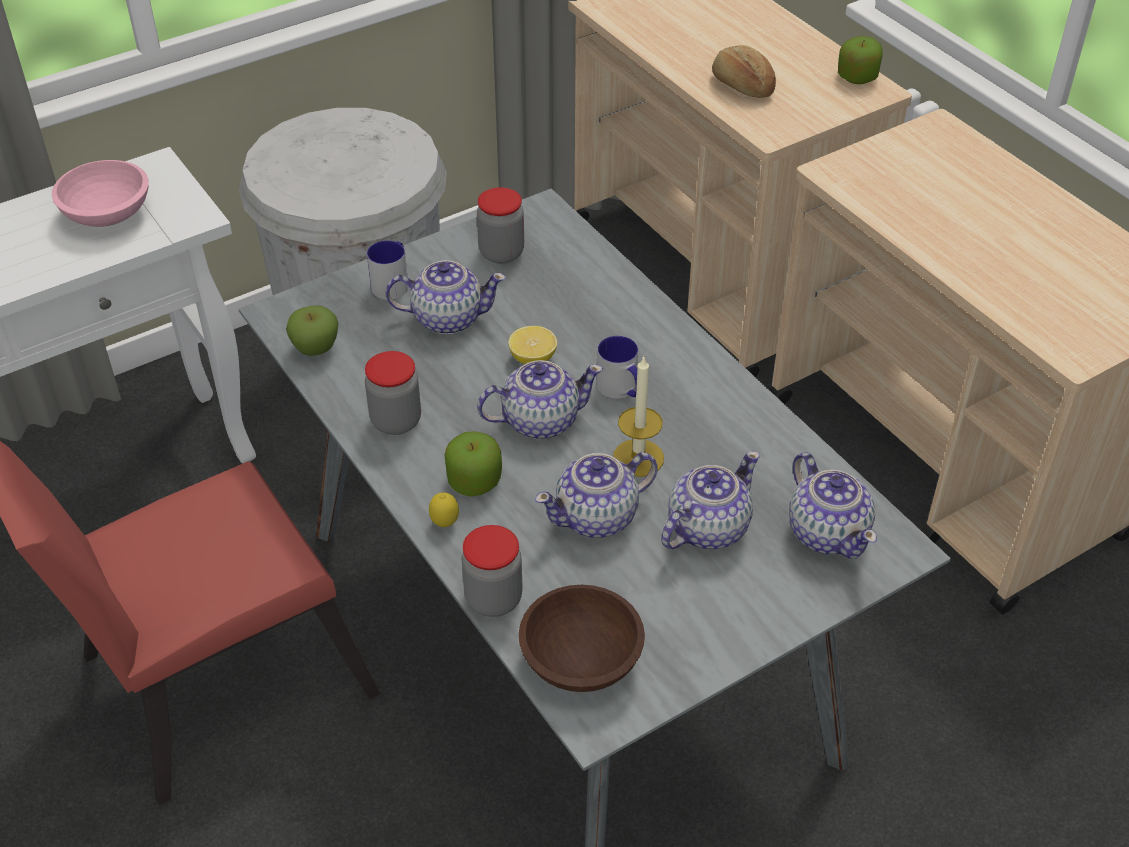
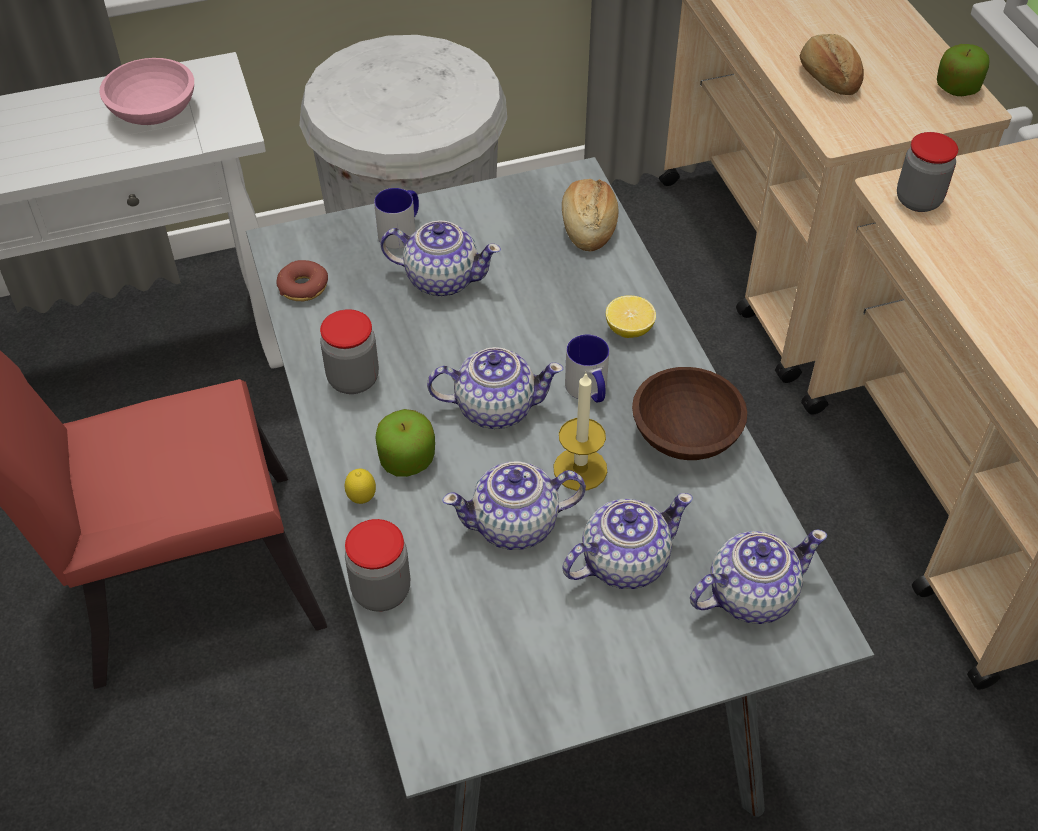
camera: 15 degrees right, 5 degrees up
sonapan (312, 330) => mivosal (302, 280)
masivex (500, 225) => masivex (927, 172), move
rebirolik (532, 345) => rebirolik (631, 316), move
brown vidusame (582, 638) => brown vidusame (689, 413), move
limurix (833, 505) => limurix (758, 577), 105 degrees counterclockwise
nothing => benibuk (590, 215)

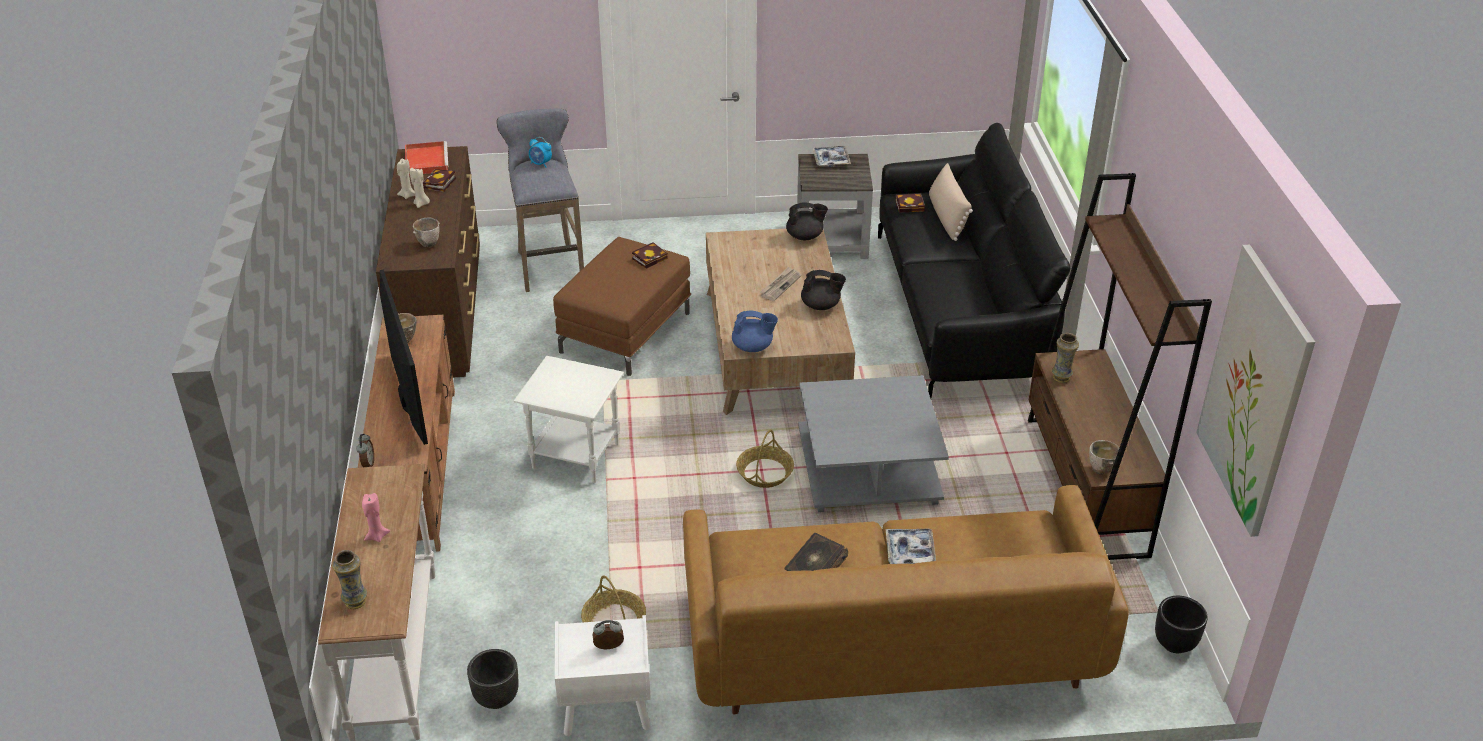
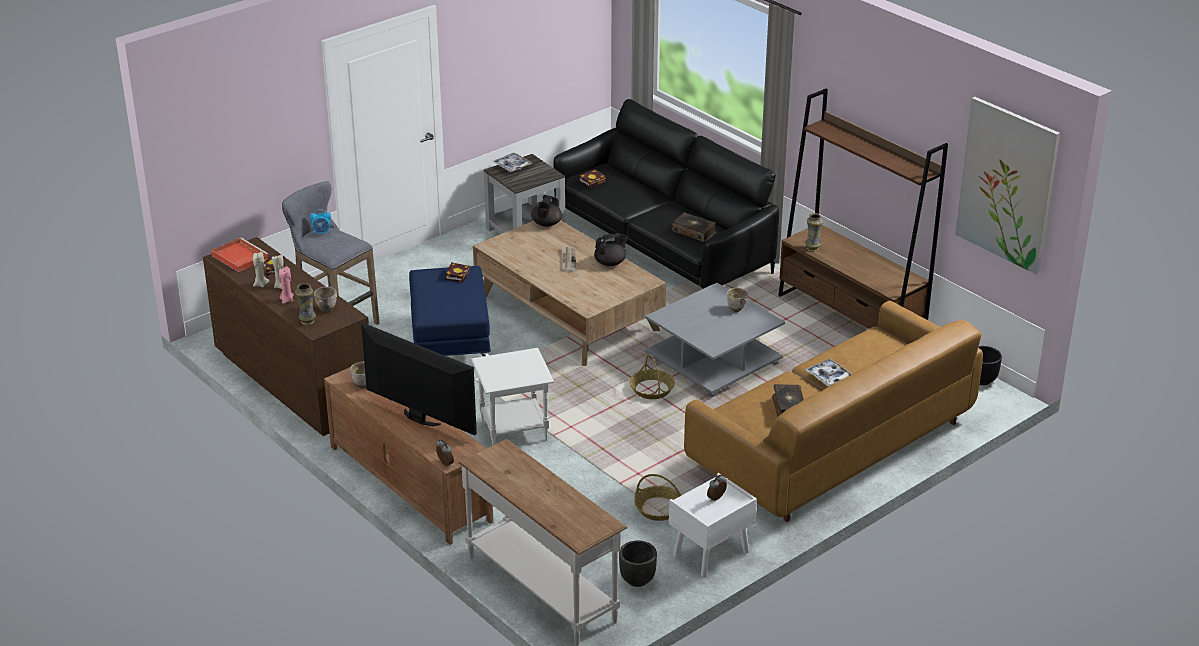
camera: 35 degrees left, 5 degrees down
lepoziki (349, 579) => lepoziki (305, 304), move
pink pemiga (376, 517) => pink pemiga (286, 285), move
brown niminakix (622, 306) => blue niminakix (450, 311)
blue limurix (755, 331) => nothing
black limurix (807, 221) => black limurix (546, 211), 150 degrees clockwise
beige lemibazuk (951, 202) => nothing
vidusame (1104, 457) => vidusame (737, 300), move
nothing => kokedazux (693, 227)

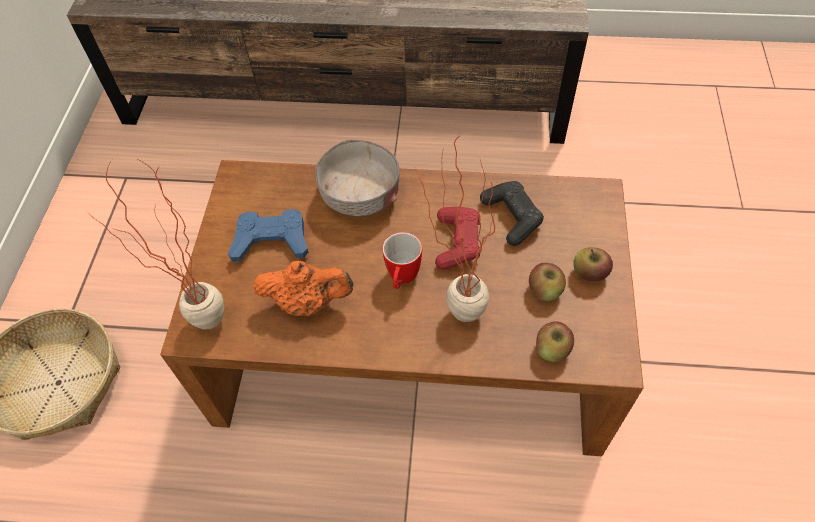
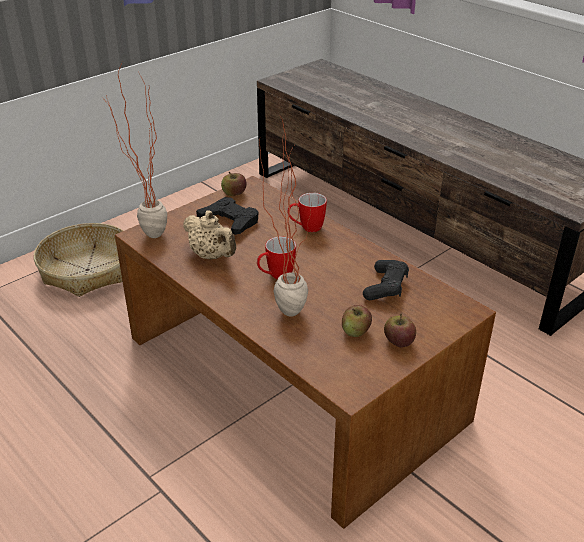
camera: 40 degrees right, 20 degrees down
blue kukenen (268, 235) => black kukenen (227, 216)
orange limurix (303, 288) => beige limurix (209, 235)
grey vidusame (357, 178) => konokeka (307, 212)
red kukenen (458, 238) => nothing
sonapan (555, 341) => sonapan (234, 184), move

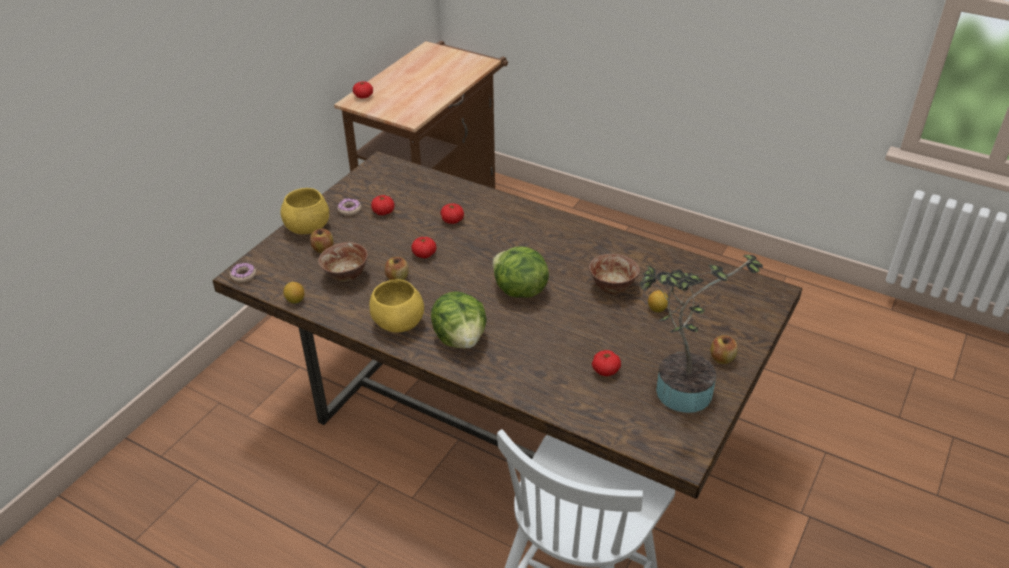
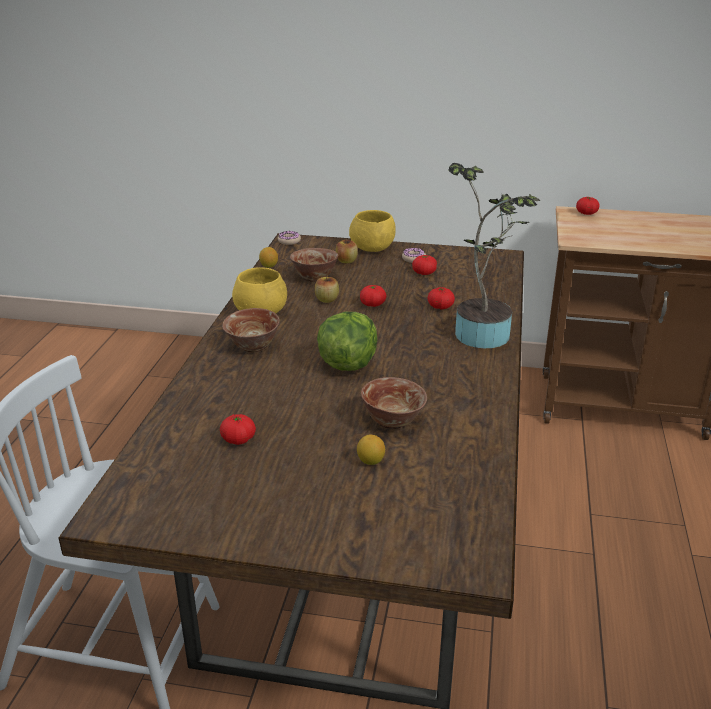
camera: 70 degrees right, 10 degrees down
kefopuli (459, 320) => vidusame (251, 330)
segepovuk (701, 334) => segepovuk (494, 255), move
sonapan (724, 349) => nothing

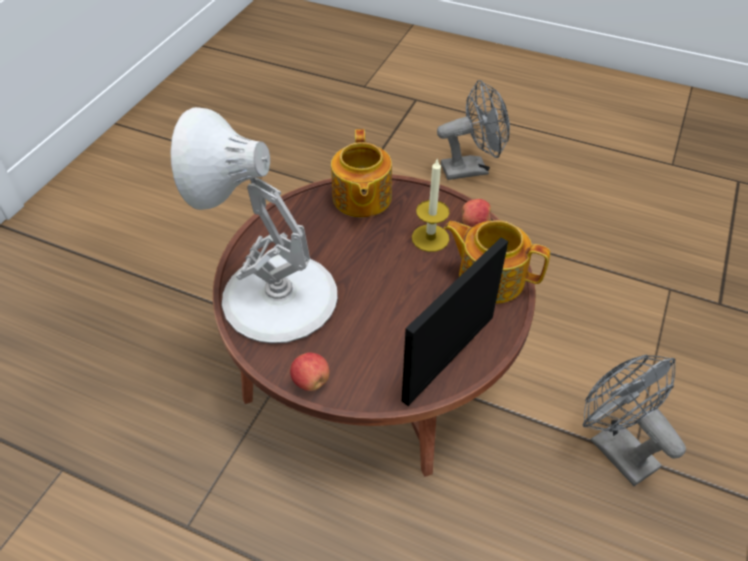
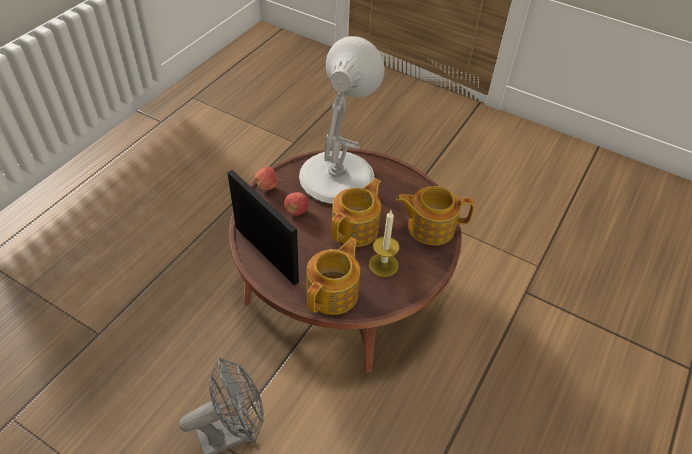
camera: 95 degrees right, 0 degrees up
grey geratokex (473, 130) => nothing
sonapan (476, 213) => sonapan (296, 204), move
nothing => limurix (356, 212)

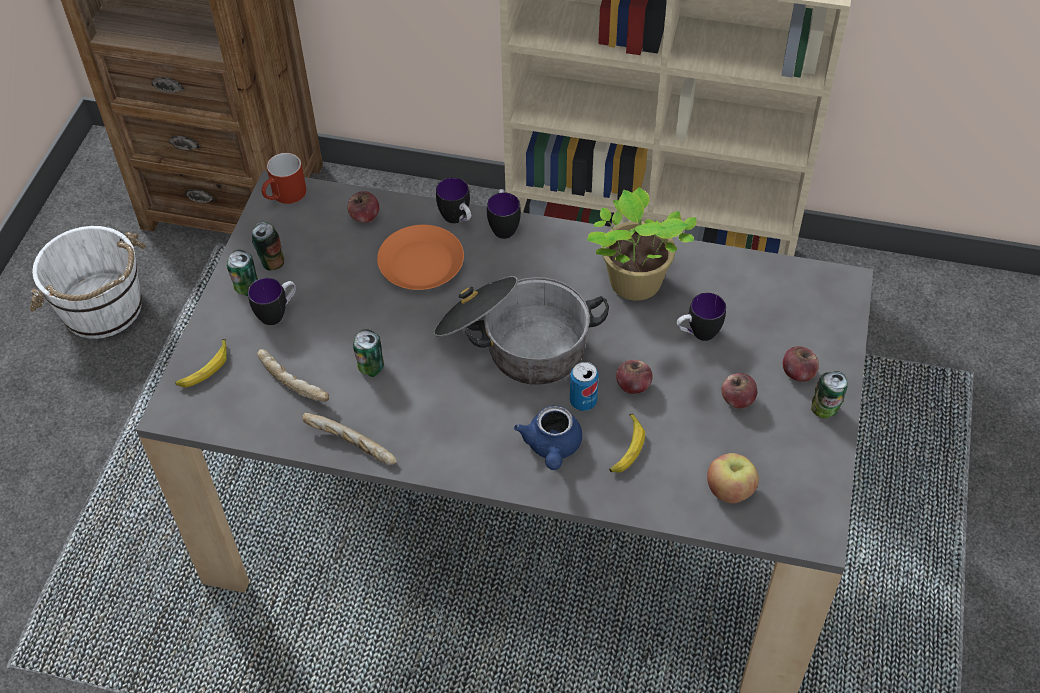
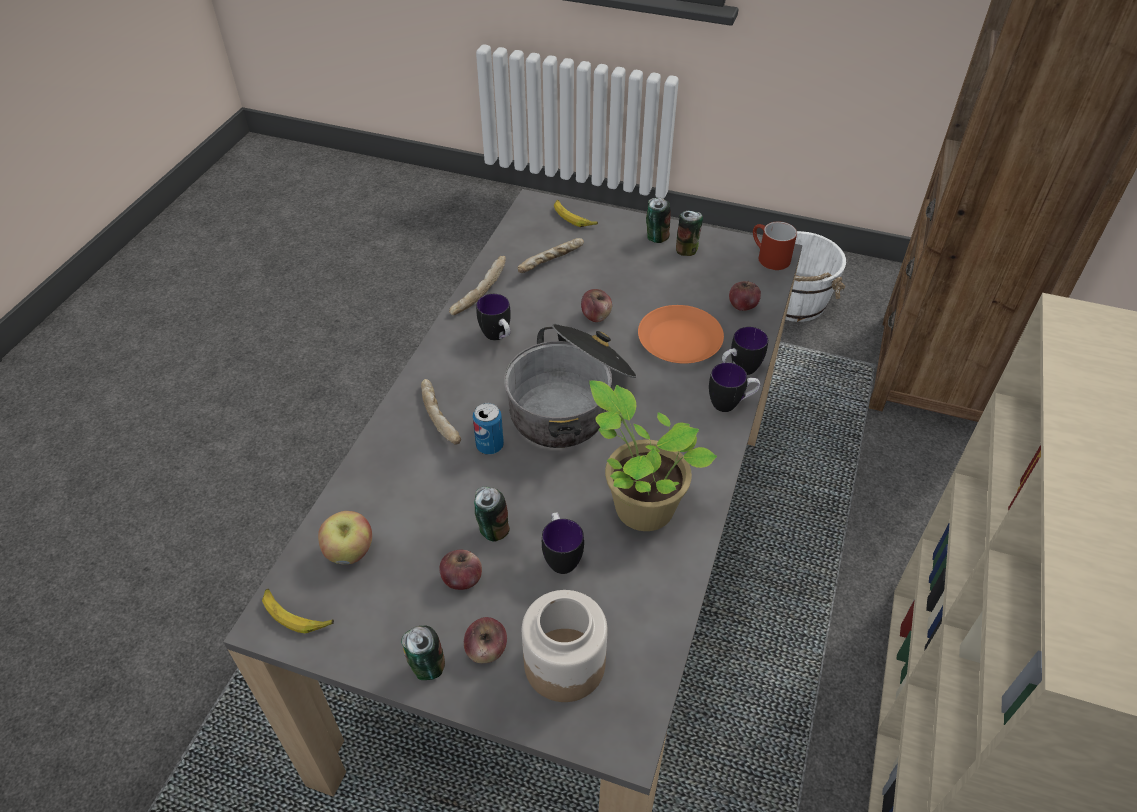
camera: 95 degrees right, 5 degrees down
konokeka (272, 301) => konokeka (493, 317), move
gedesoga (368, 353) => gedesoga (492, 514), move
blue limurix (548, 438) => benibuk (441, 412)
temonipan (627, 443) => temonipan (298, 611), move
sonapan (634, 377) => sonapan (596, 305), move
nothing => masivex (565, 646)

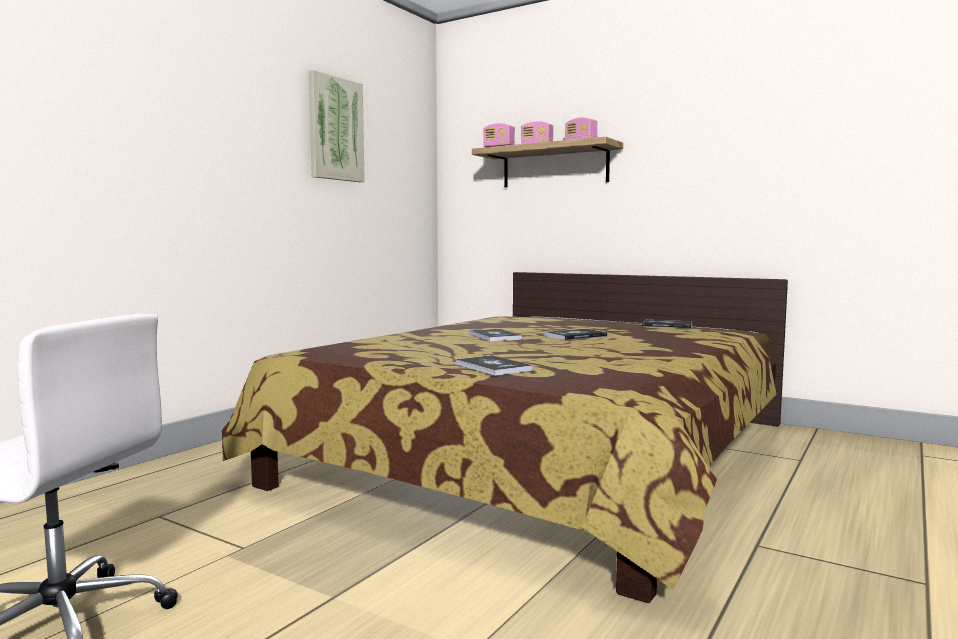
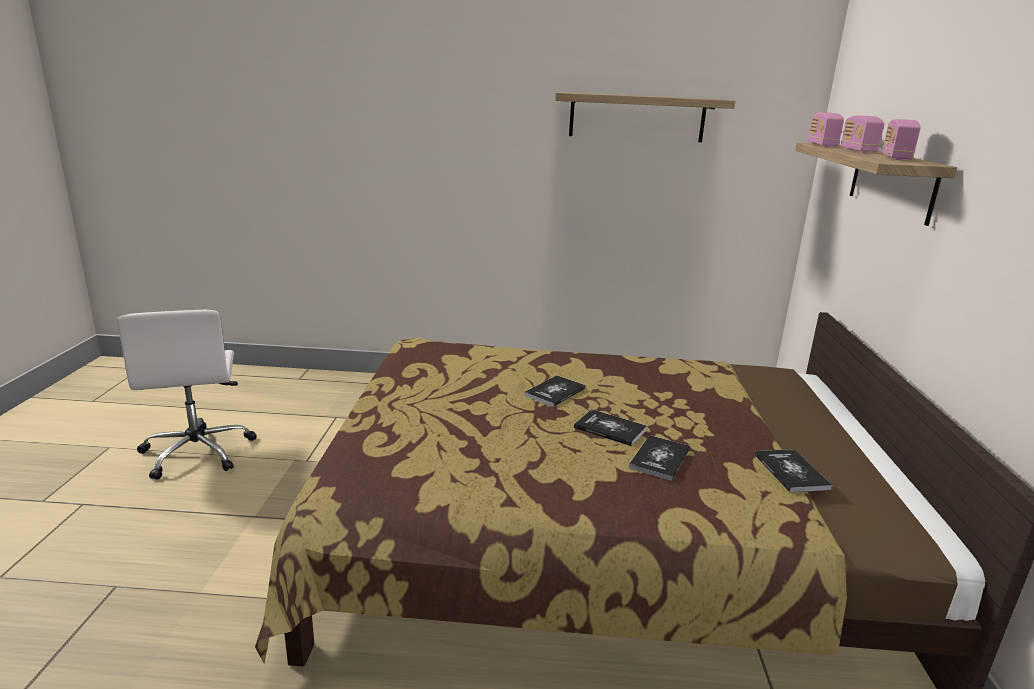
camera: 60 degrees right, 15 degrees up
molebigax (337, 126) => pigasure (645, 117)
kokedazux (494, 365) => kokedazux (659, 458), move

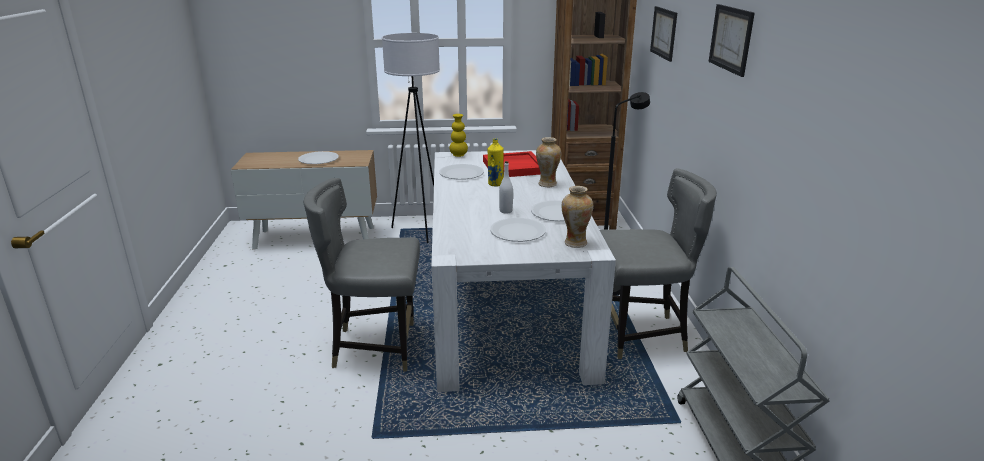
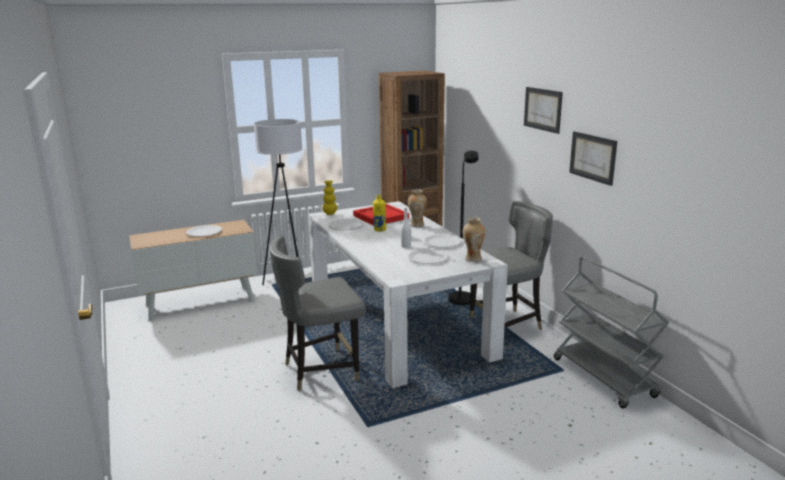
camera: 20 degrees left, 5 degrees down
molebigax (663, 34) => molebigax (593, 158), move

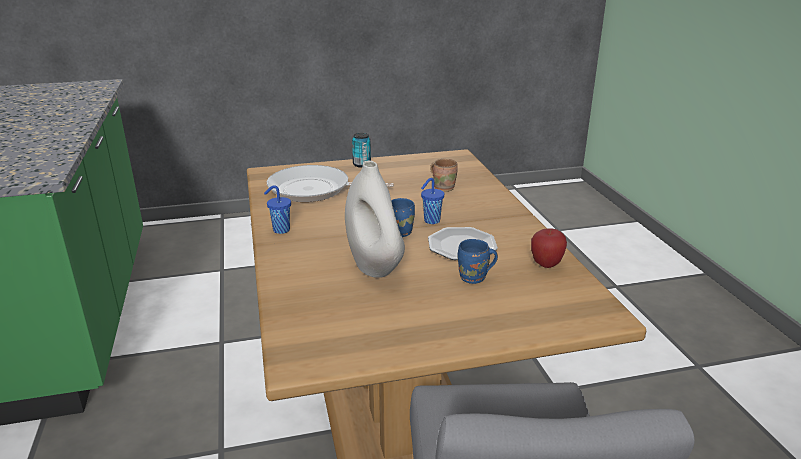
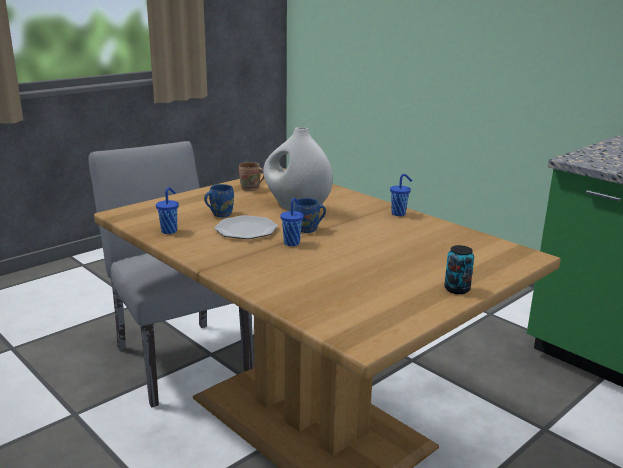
camera: 150 degrees right, 5 degrees down
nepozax (330, 183) => nothing
brown konokeka (444, 175) => brown konokeka (251, 176), move
sonapan (549, 248) => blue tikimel (167, 210)

